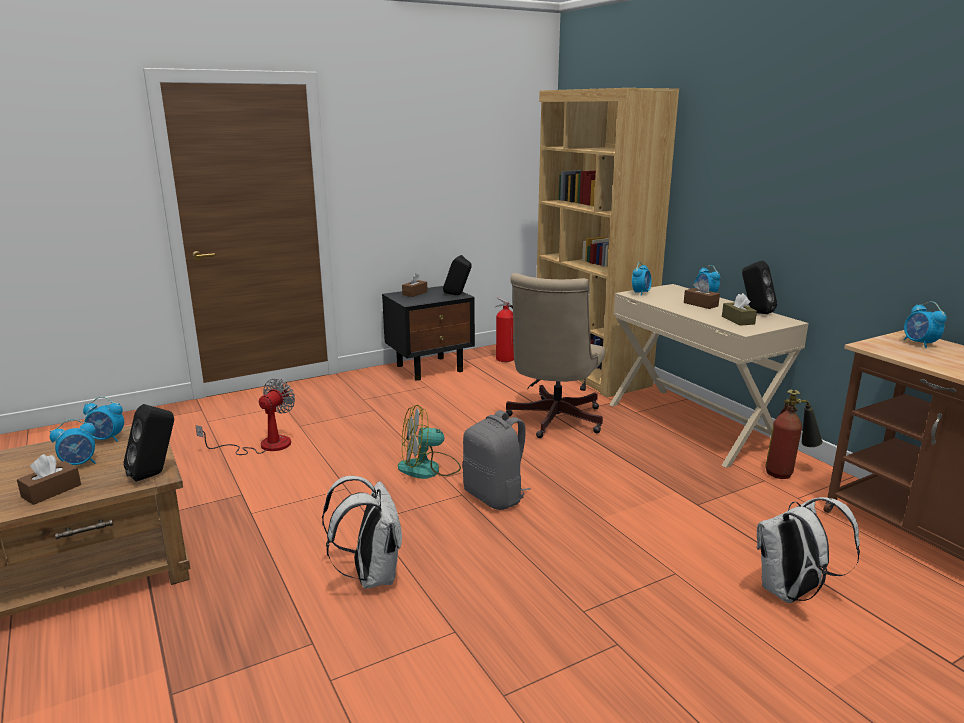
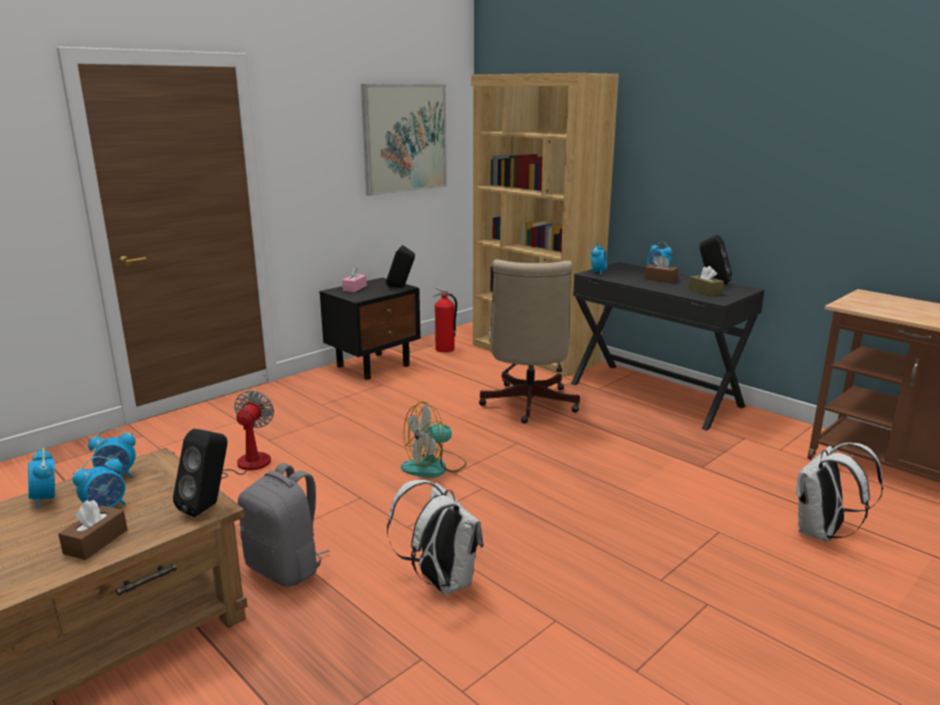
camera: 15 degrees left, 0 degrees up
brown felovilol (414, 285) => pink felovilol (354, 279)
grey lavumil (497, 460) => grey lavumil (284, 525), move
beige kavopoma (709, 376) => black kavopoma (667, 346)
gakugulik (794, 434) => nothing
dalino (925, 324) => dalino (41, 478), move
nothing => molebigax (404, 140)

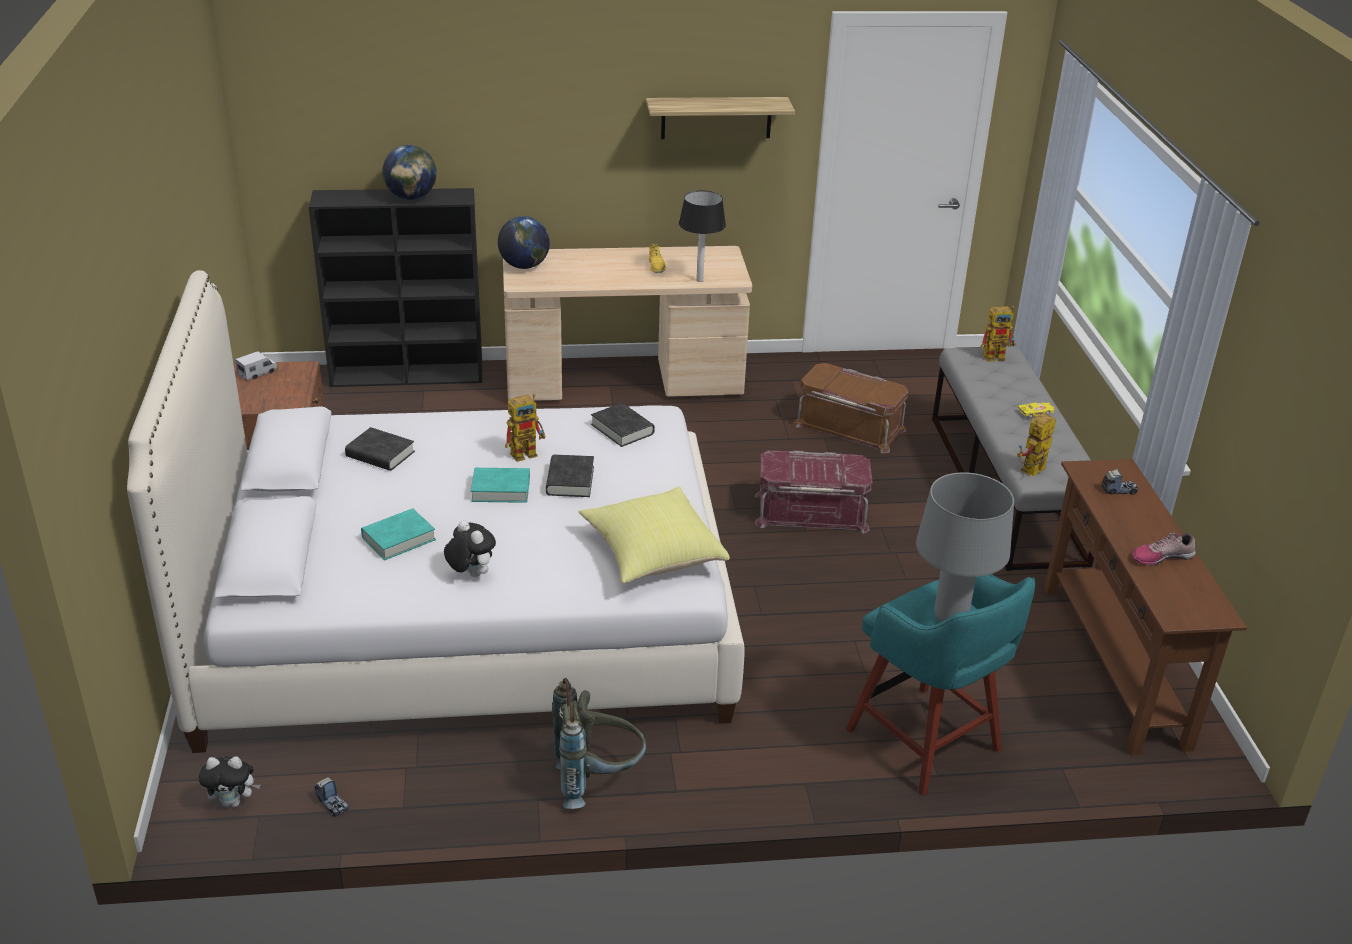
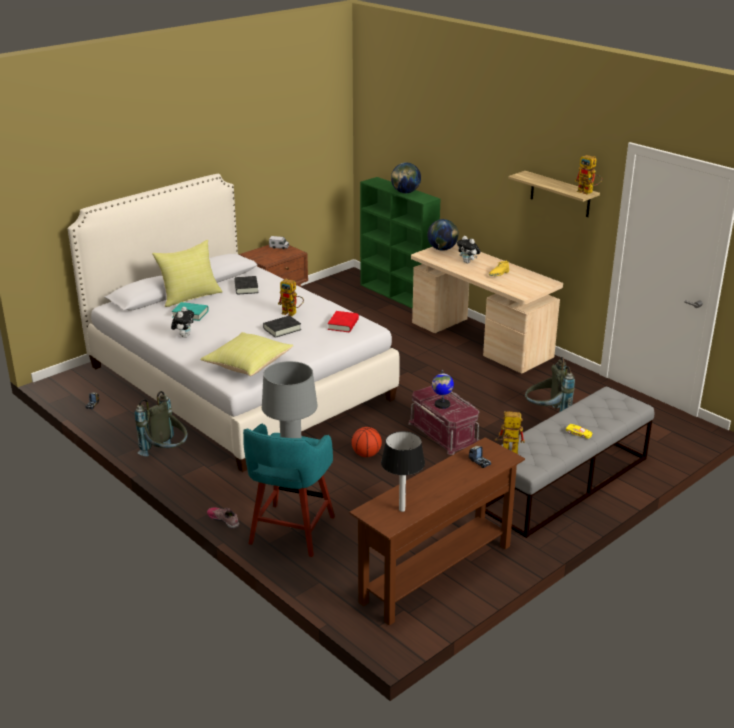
camera: 55 degrees right, 5 degrees down
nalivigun (229, 781) => nalivigun (468, 249), move
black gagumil (395, 287) => green gagumil (400, 243)
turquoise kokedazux (500, 485) => nothing
black kokedazux (623, 425) => red kokedazux (343, 321)
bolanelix (702, 236) => bolanelix (403, 471), move
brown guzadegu (851, 408) => grey lavumil (550, 384)
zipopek (998, 334) => zipopek (588, 175), move
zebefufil (1163, 548) => zebefufil (223, 518), move
nothing => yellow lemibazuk (187, 273)
nothing => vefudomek (366, 442)
nothing => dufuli (443, 389)

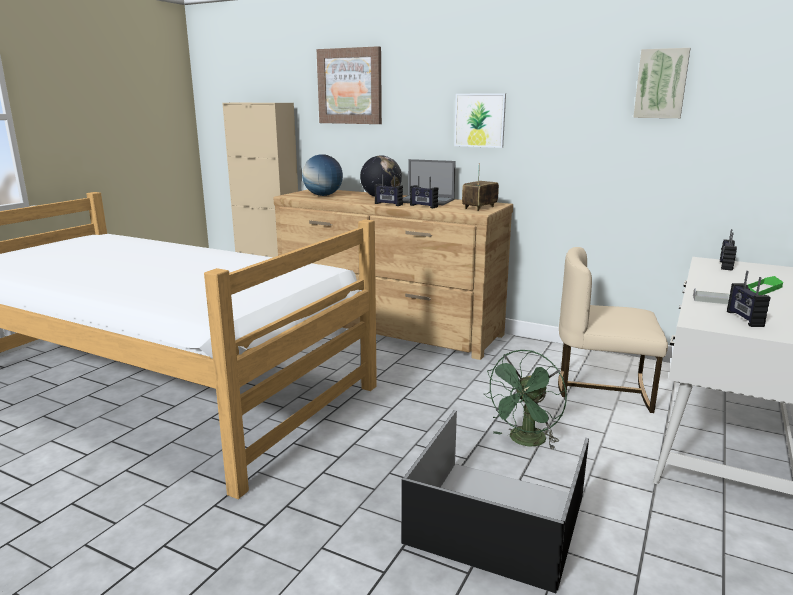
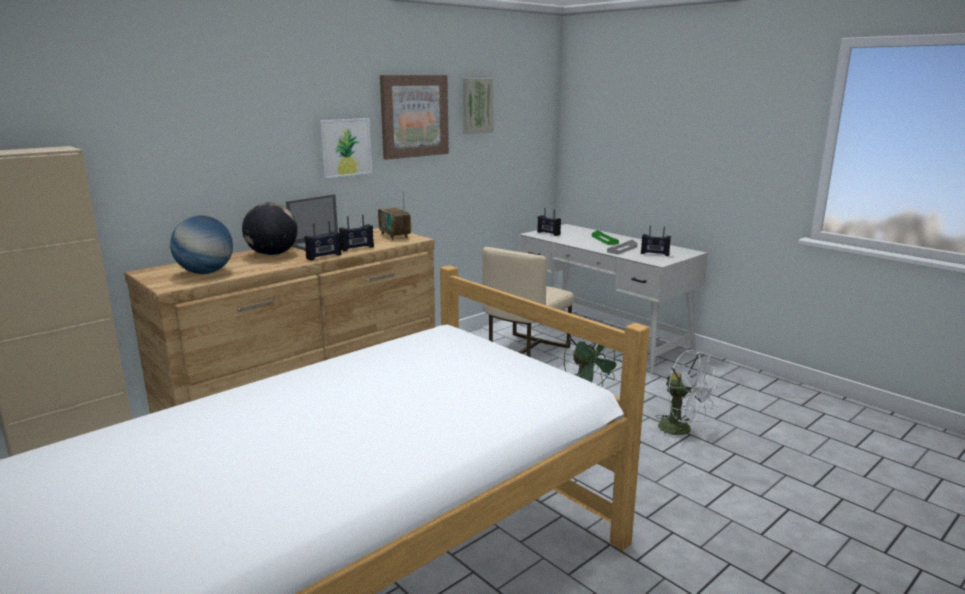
camera: 70 degrees left, 0 degrees up
molebigax (349, 85) => molebigax (414, 117), move
black guzadegu (495, 501) => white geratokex (686, 396)

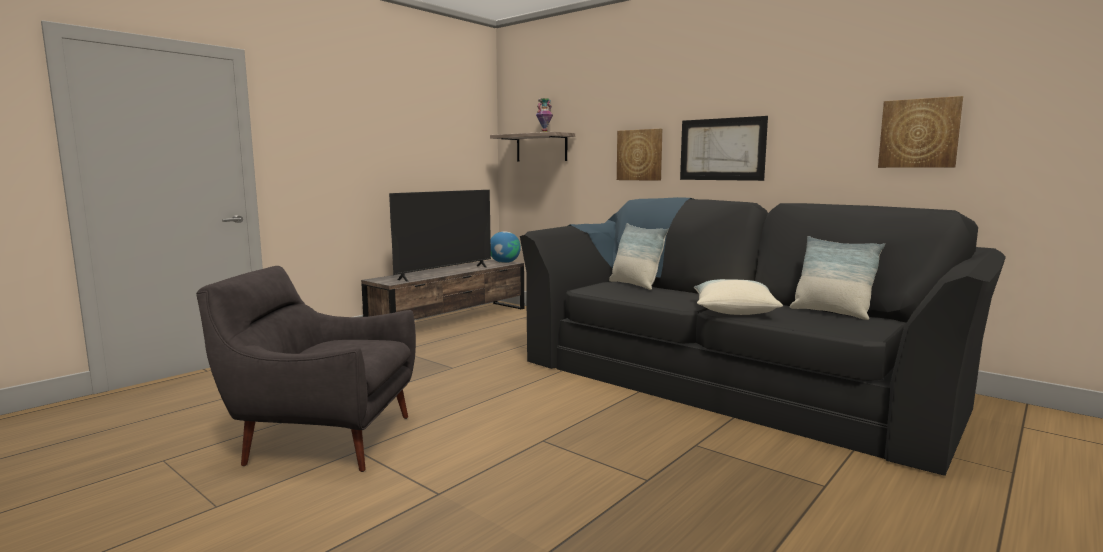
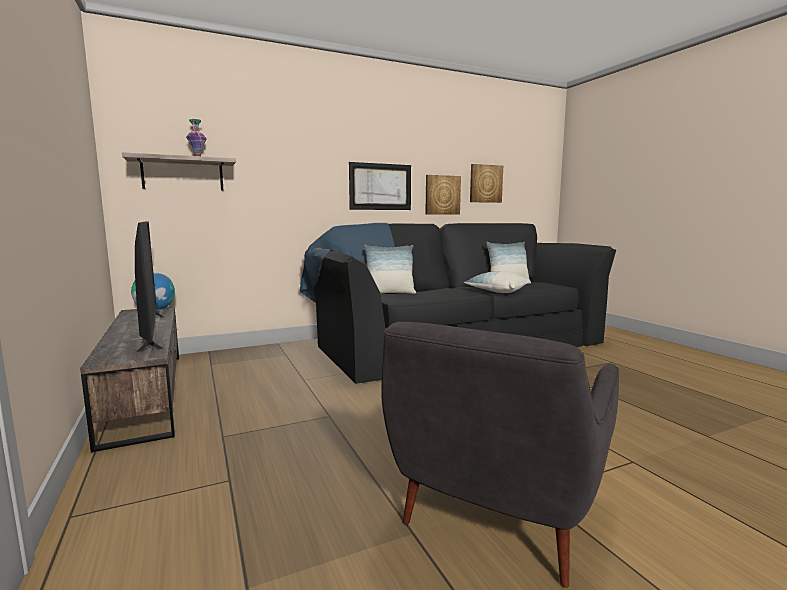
camera: 65 degrees left, 0 degrees up
molebigax (639, 155) => molebigax (443, 195), move

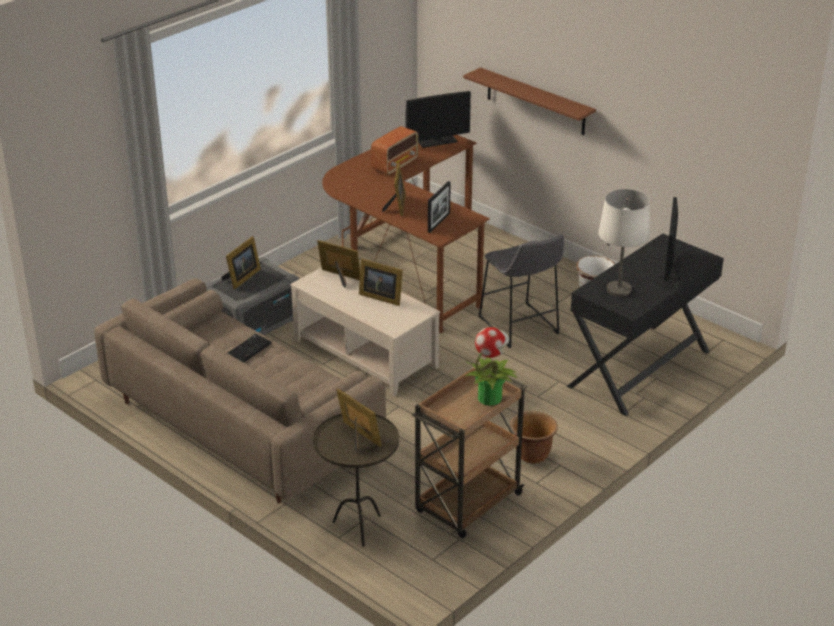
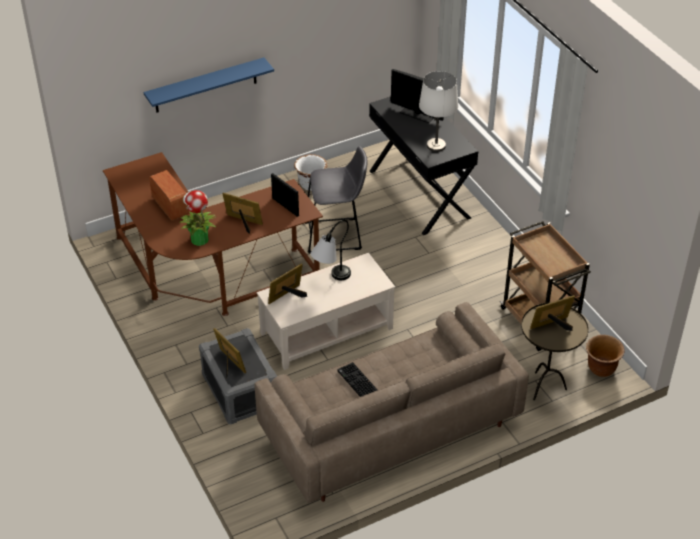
camera: 70 degrees left, 10 degrees up
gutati (381, 282) => bolanelix (330, 250)
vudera (438, 119) => nothing
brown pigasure (529, 101) => blue pigasure (208, 85)
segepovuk (491, 366) => segepovuk (198, 218), move
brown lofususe (534, 437) => brown lofususe (605, 356), move

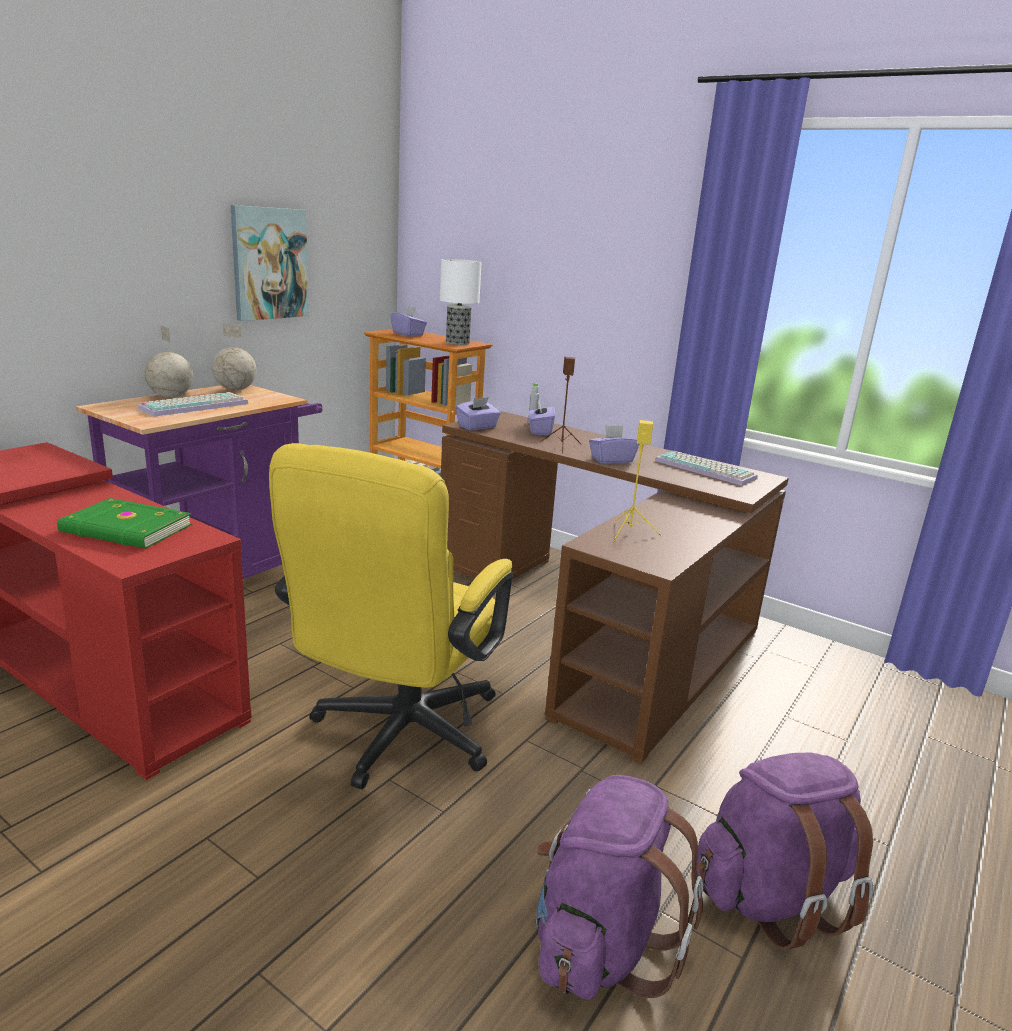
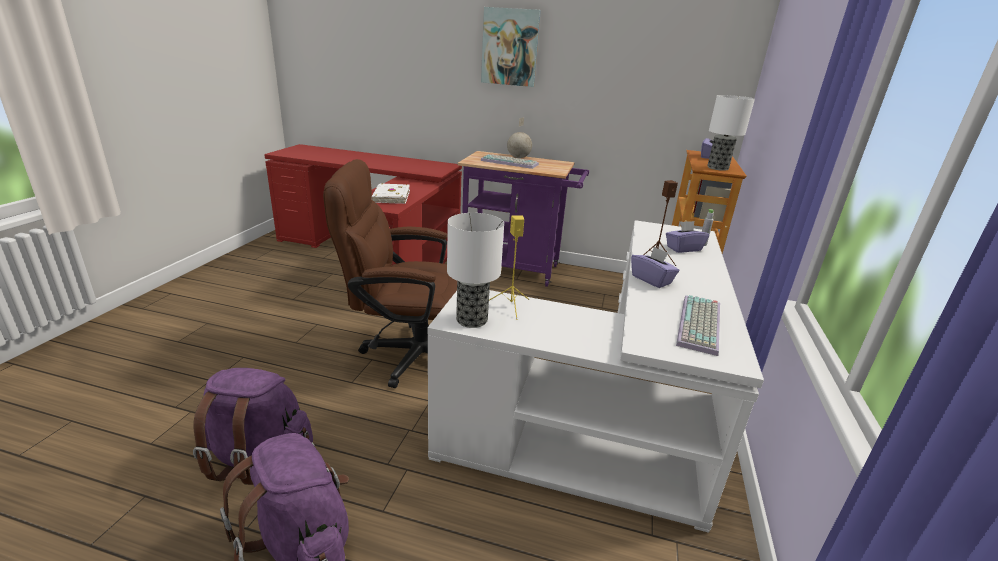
camera: 70 degrees right, 5 degrees up
green kokedazux (124, 523) => white kokedazux (391, 193)
dufuli (234, 356) => nothing
molebigax (270, 263) => molebigax (511, 47), move
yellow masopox (391, 616) => brown masopox (390, 273)
brown kavopoma (615, 587) => white kavopoma (595, 376)
purple felovilol (478, 413) => nothing
nothing => bolanelix (475, 270)

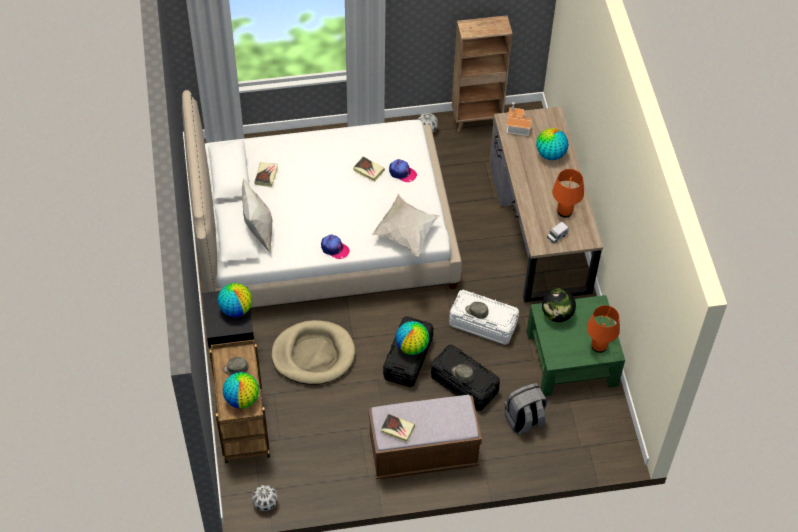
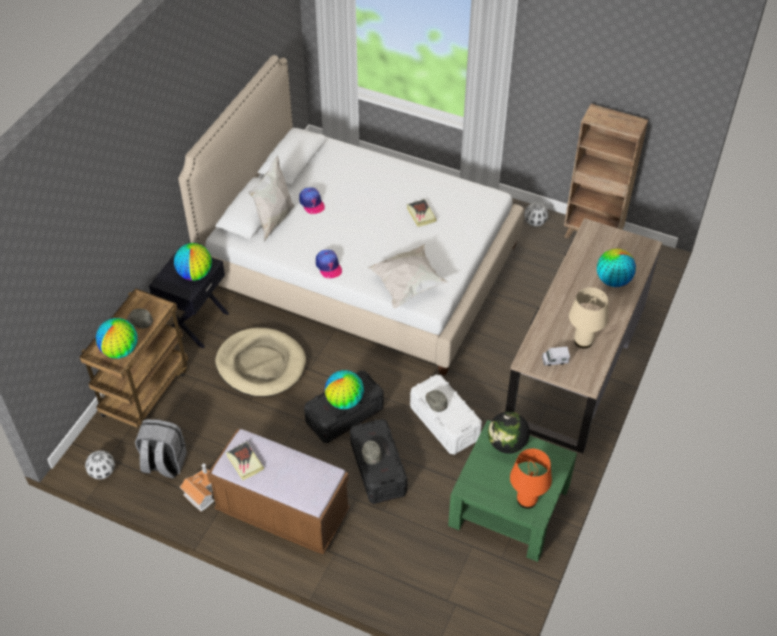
camera: 35 degrees right, 5 degrees down
kokedazux (266, 174) => nothing
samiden (403, 170) => samiden (312, 200), move
grey lavumil (525, 409) => grey lavumil (161, 448), move
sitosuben (519, 119) => sitosuben (197, 487), move
orange bolanelix (568, 193) => beige bolanelix (588, 318)

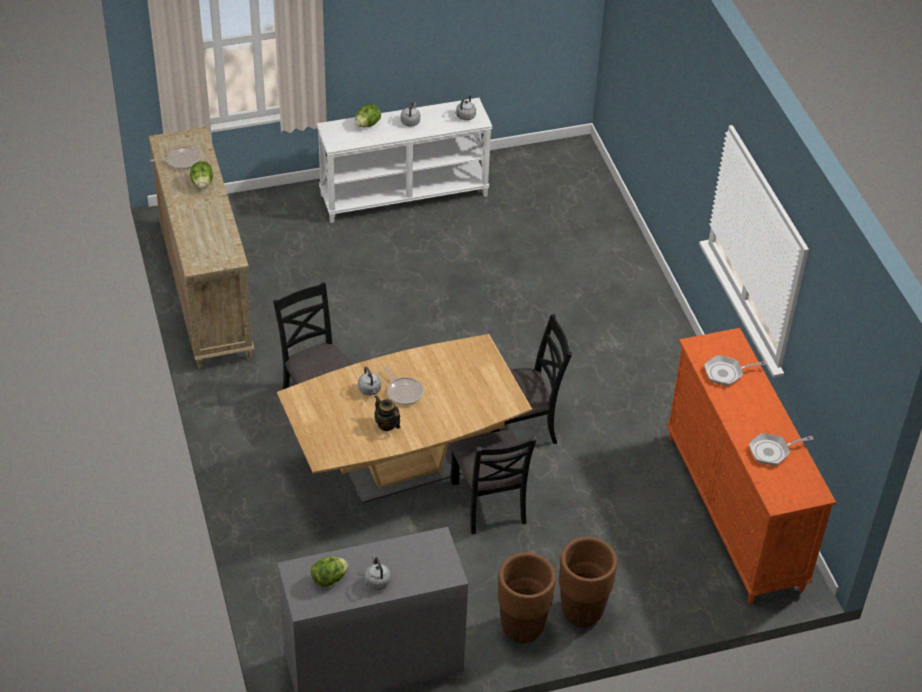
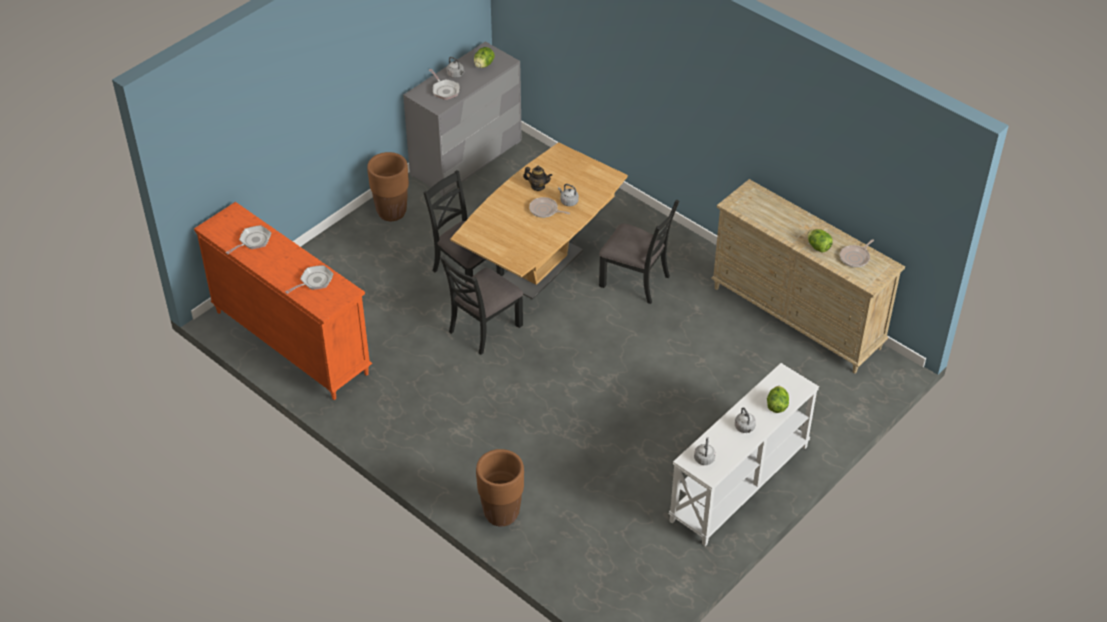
camera: 150 degrees right, 0 degrees up
brown lofususe (588, 582) => brown lofususe (500, 488), move
nothing => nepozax (444, 84)

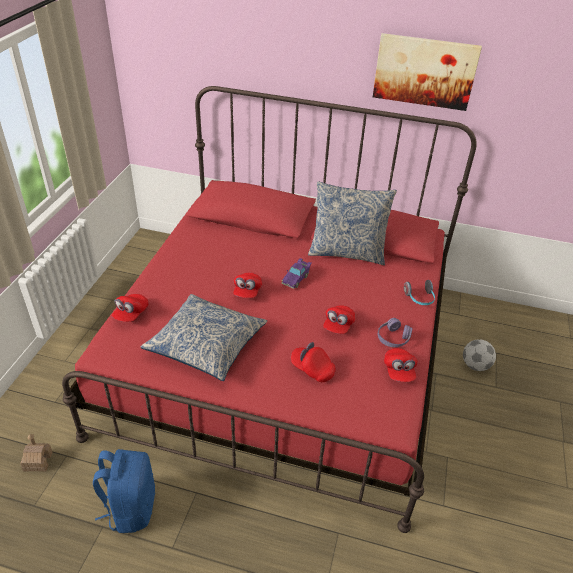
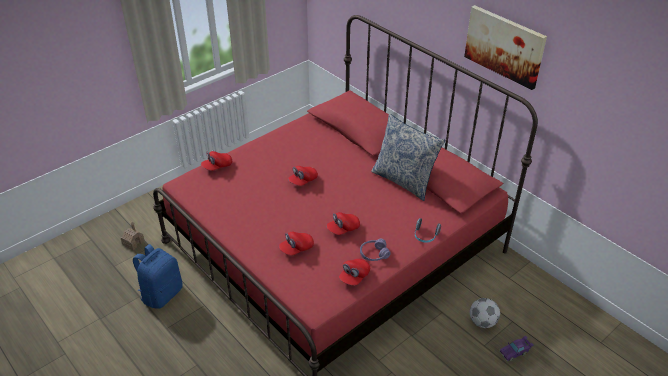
camera: 35 degrees right, 0 degrees up
lemibazuk (204, 337) => nothing
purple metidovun (296, 273) => purple metidovun (516, 349), move
red samiden (313, 362) => red samiden (296, 243), 105 degrees counterclockwise

